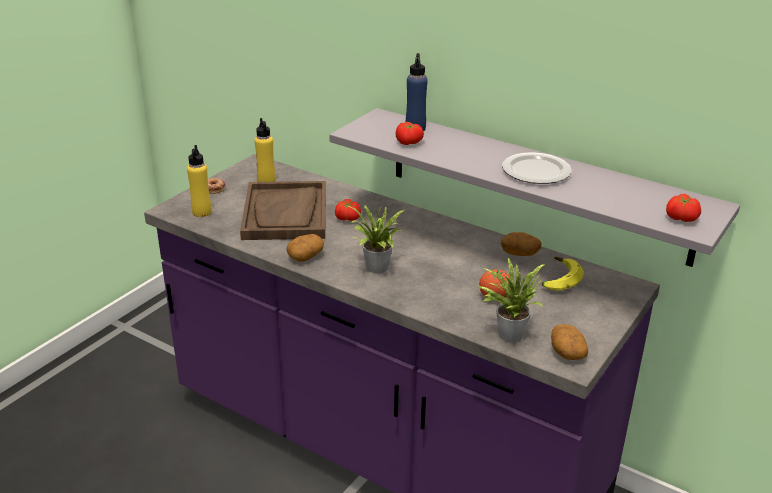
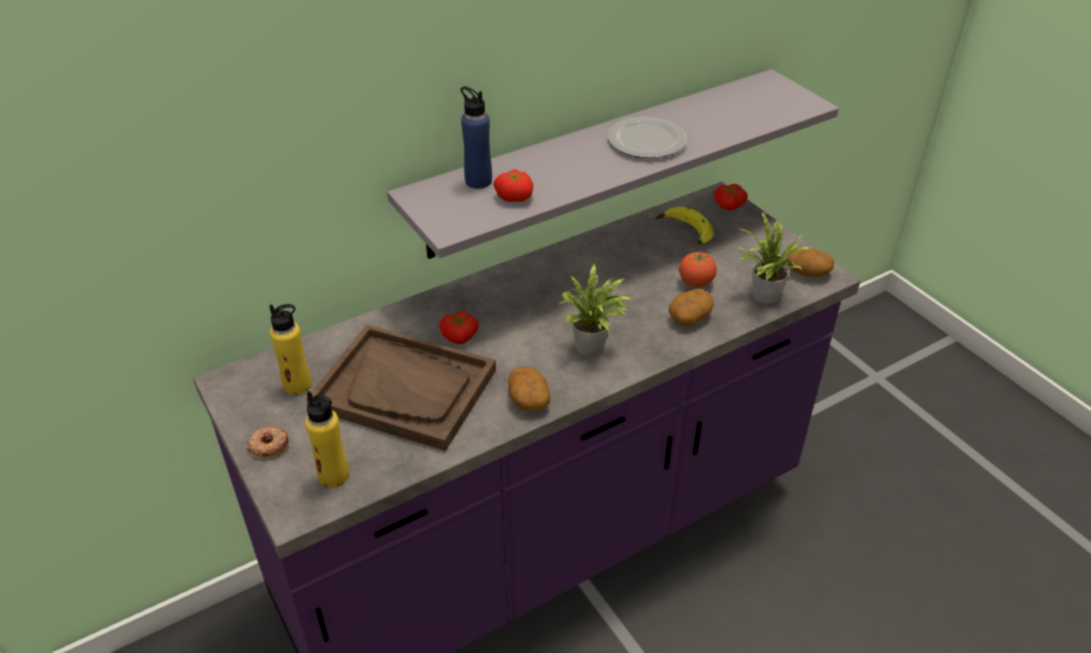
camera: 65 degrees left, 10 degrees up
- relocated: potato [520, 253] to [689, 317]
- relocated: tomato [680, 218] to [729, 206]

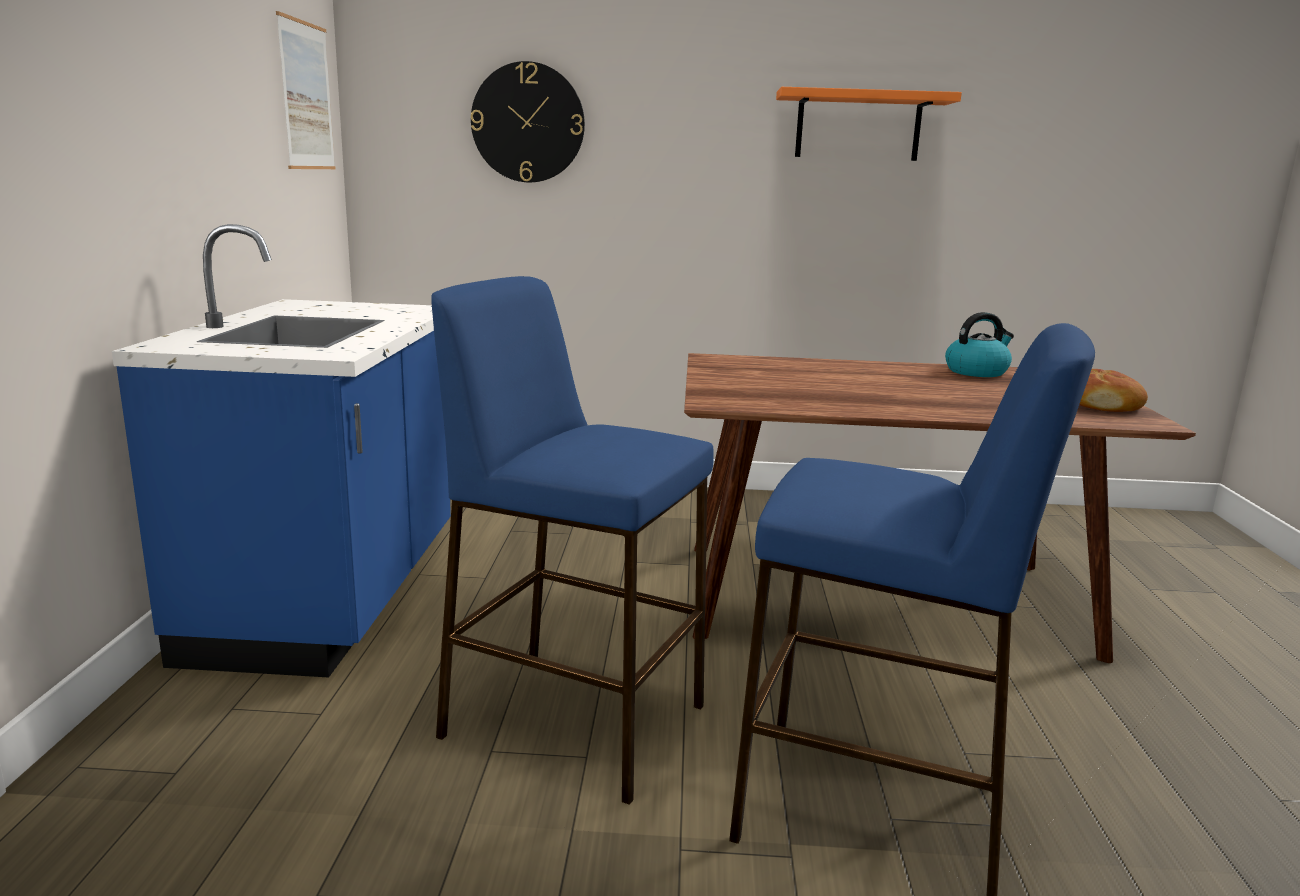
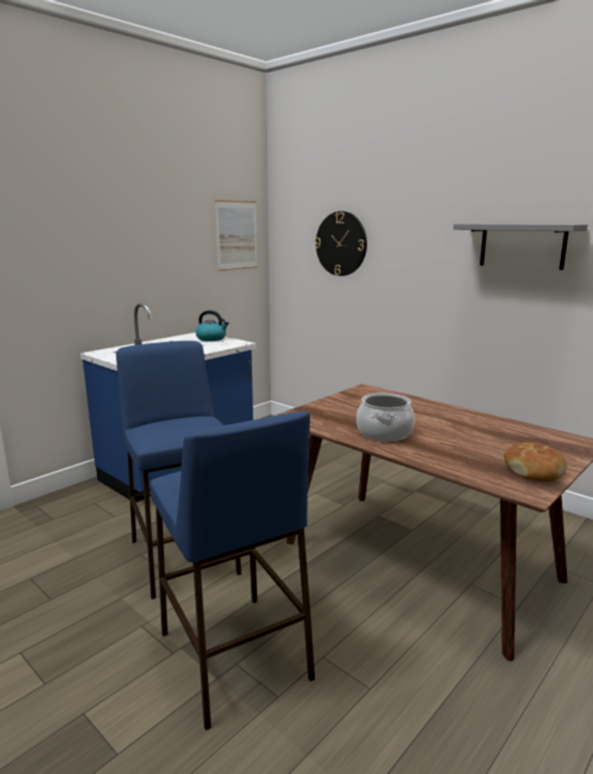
camera: 40 degrees right, 0 degrees up
- appeared: cooking pot [384, 433]
- relocated: tea kettle [976, 371] to [212, 338]
- colour: orange bracket shelf [858, 126] to greyish bracket shelf [522, 245]

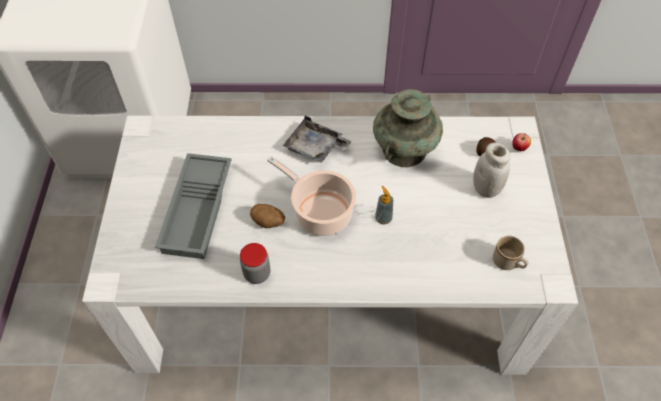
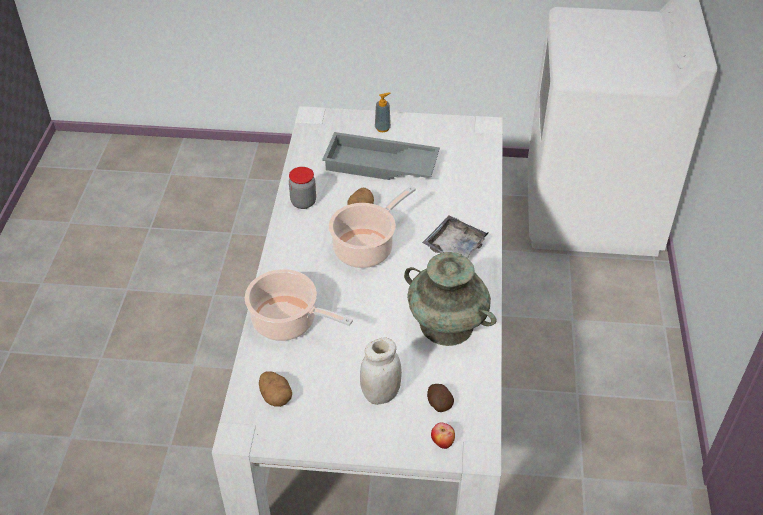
camera: 95 degrees right, 10 degrees down
- appeared: cooking pot [288, 322]
- relocated: soap dispenser [383, 218] to [382, 128]
- exchanged: beige mug [508, 263] to potato [275, 396]

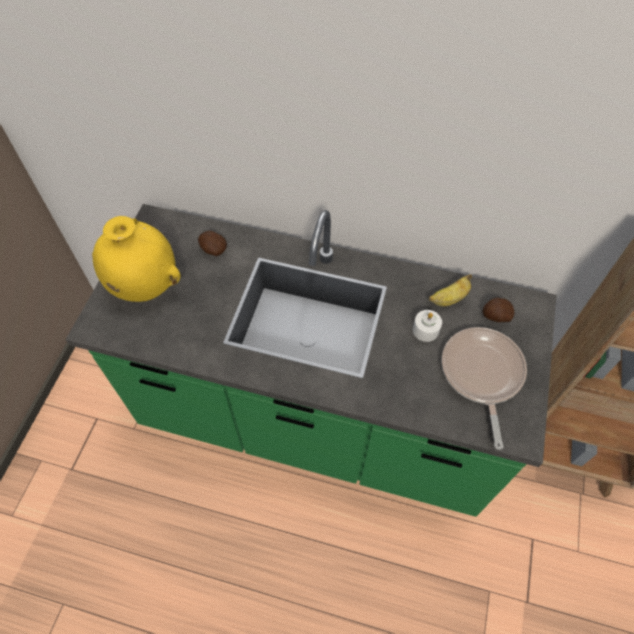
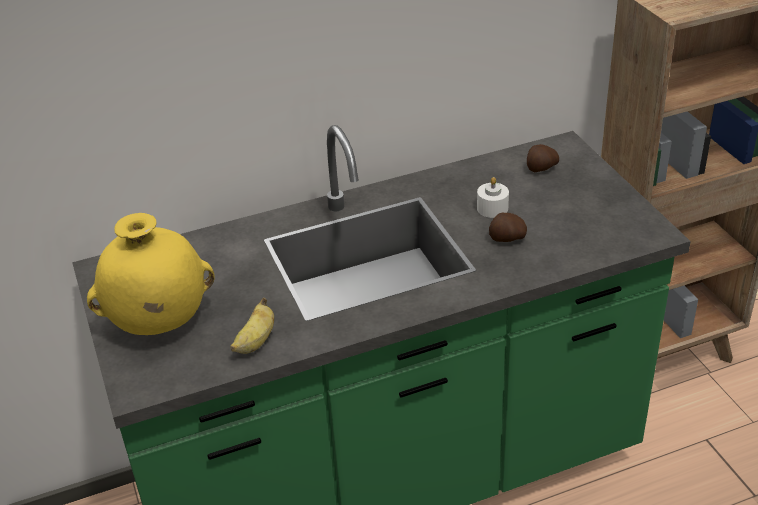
camera: 35 degrees left, 20 degrees down
- missing: pan [481, 375]
- relocated: potato [213, 250] to [507, 239]
- relocated: whole banana [449, 299] to [255, 342]

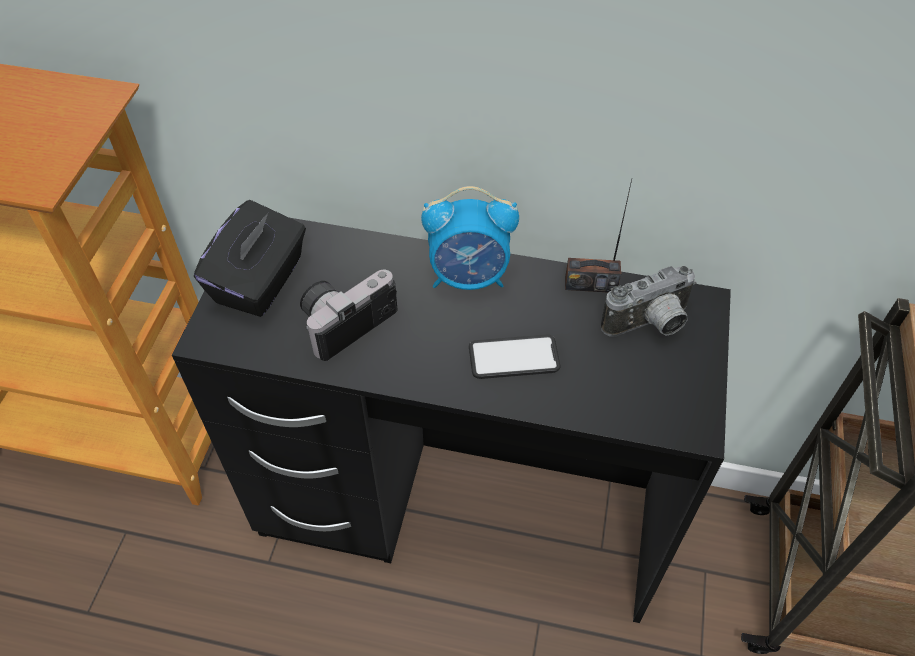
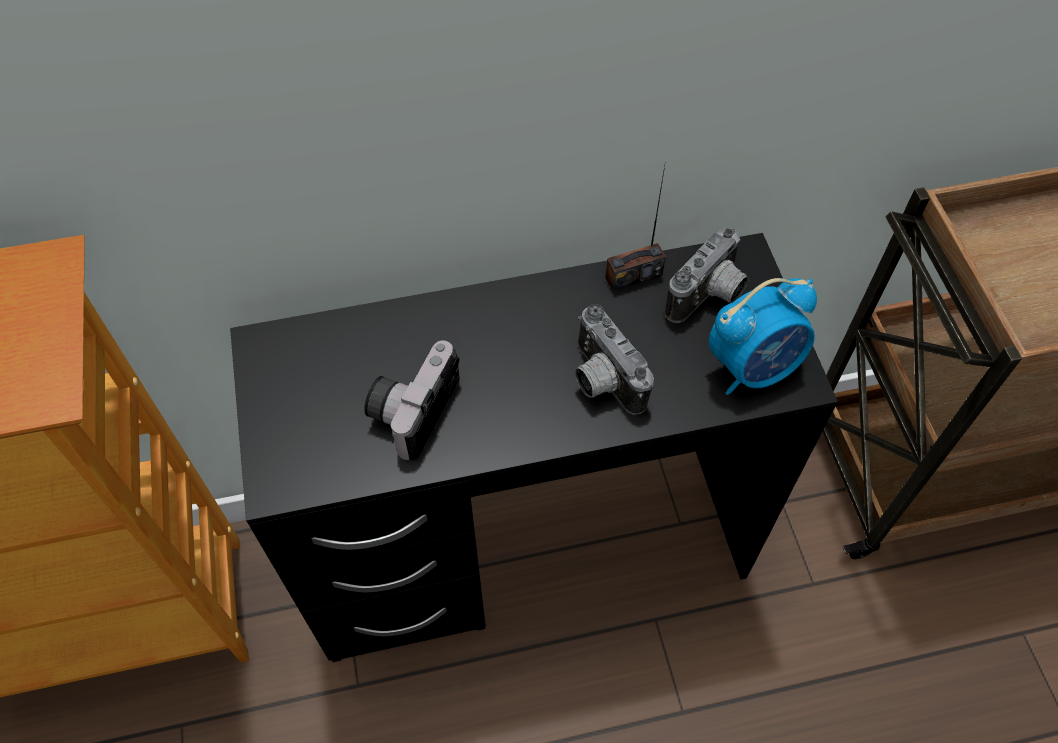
camera: 25 degrees left, 5 degrees up
- missing: blackish tissue holder [261, 281]
- relocated: table clock [469, 276] to [753, 367]
- exchanged: telephone [514, 357] to photo camera [601, 380]

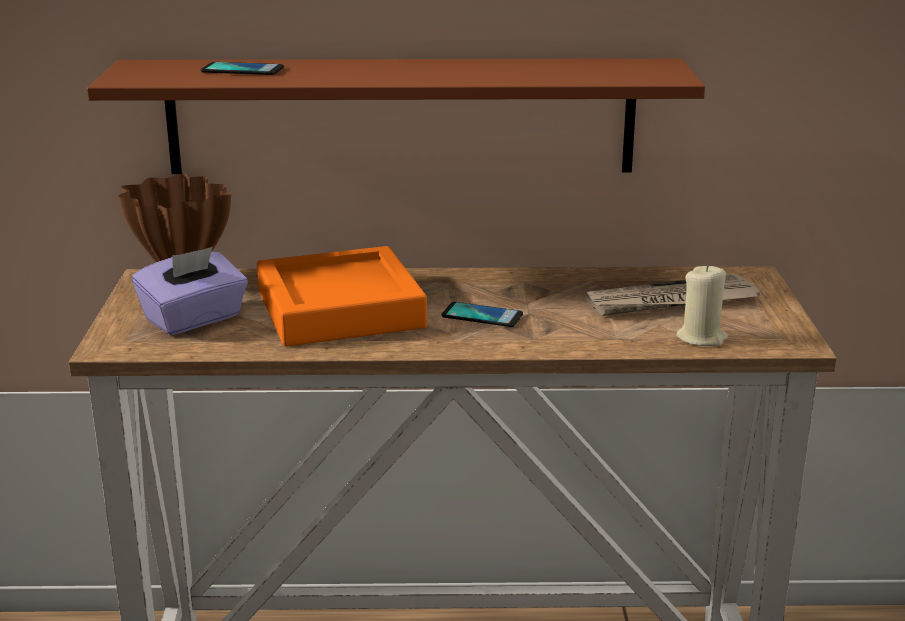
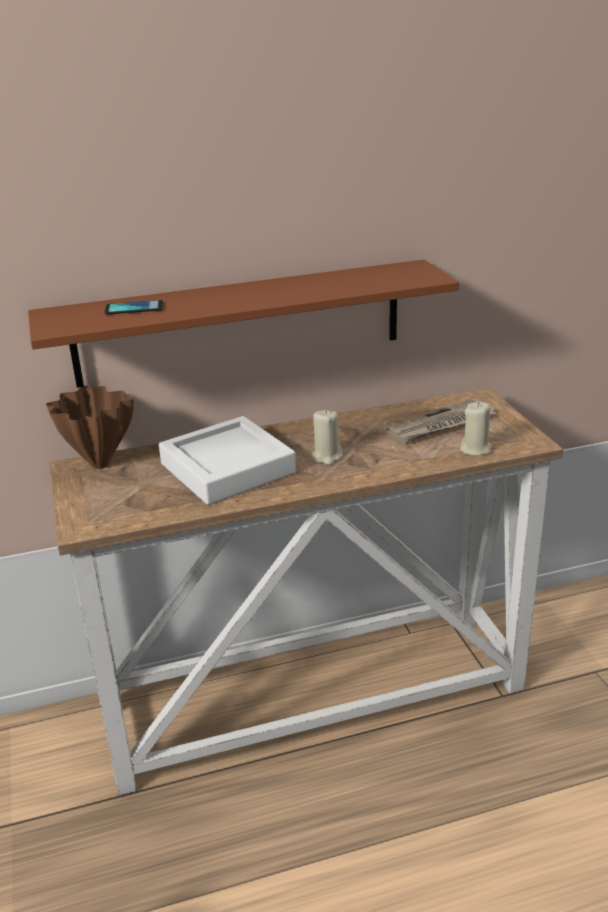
camera: 15 degrees left, 5 degrees up
- missing: purple-coloured tissue holder [194, 319]
- exchanged: telephone [482, 316] to beige wax light [327, 457]
- colour: orange serving tray [340, 309] to white-coloured serving tray [227, 468]

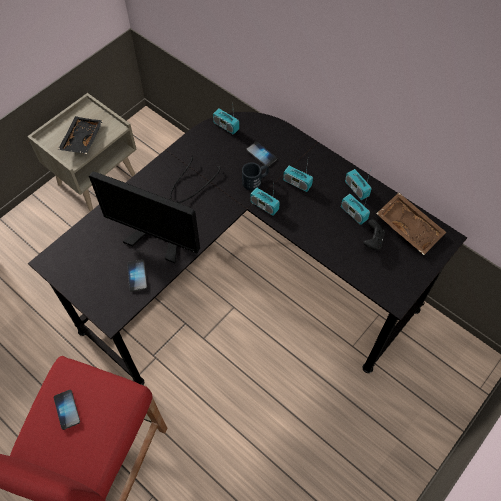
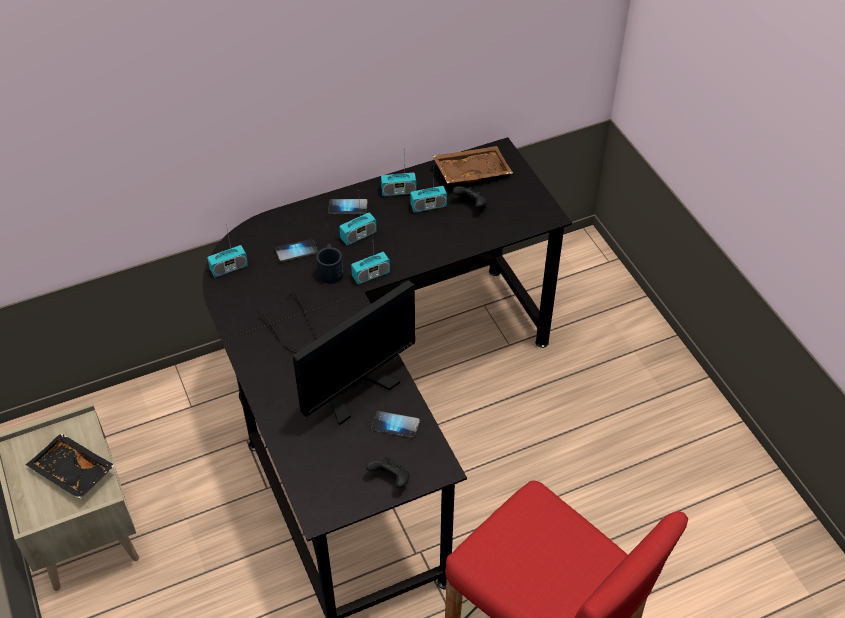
camera: 65 degrees left, 10 degrees down
- appeared: blackish game controller [390, 479]
- relocated: telephone [67, 409] to [348, 207]

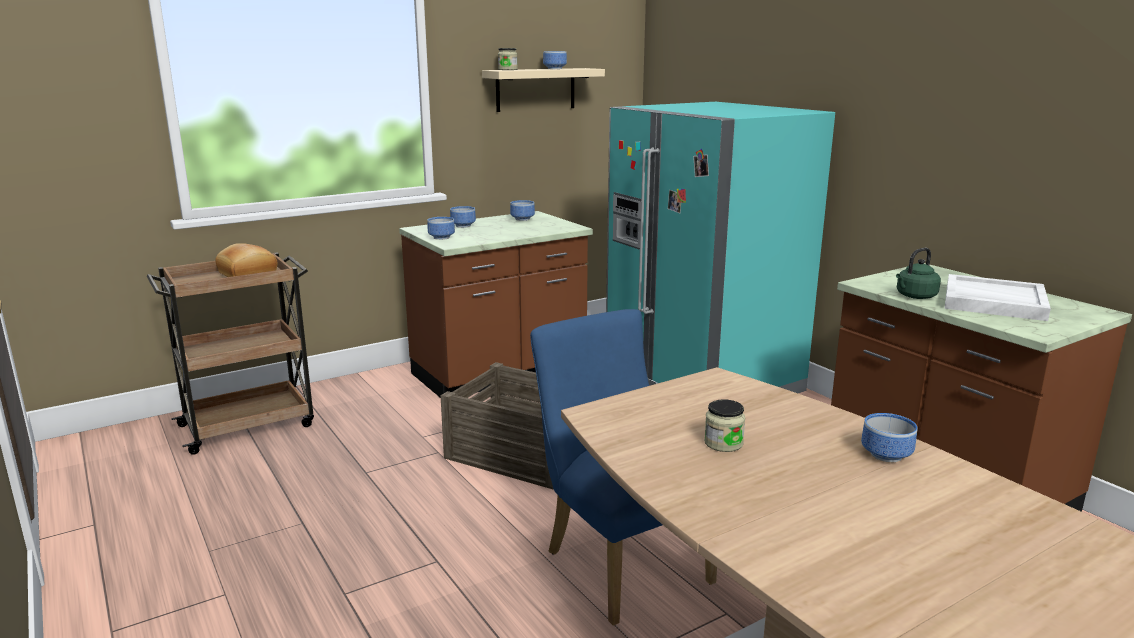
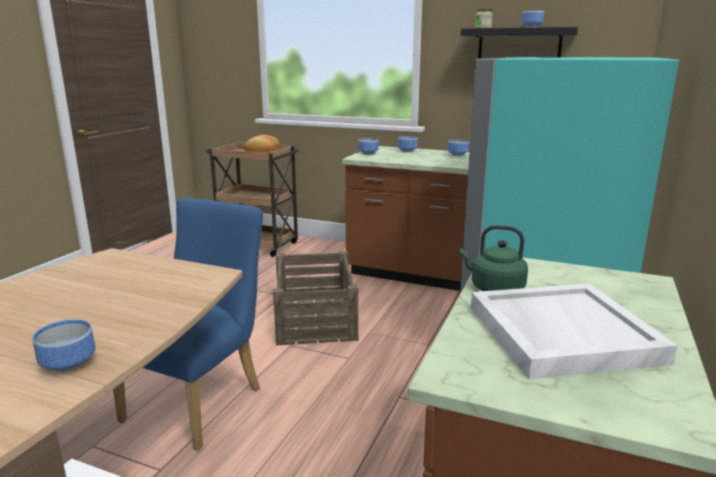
camera: 55 degrees right, 0 degrees up
- missing: preserve jar [723, 443]
- colour: beige bracket shelf [535, 89] to blackish bracket shelf [519, 47]

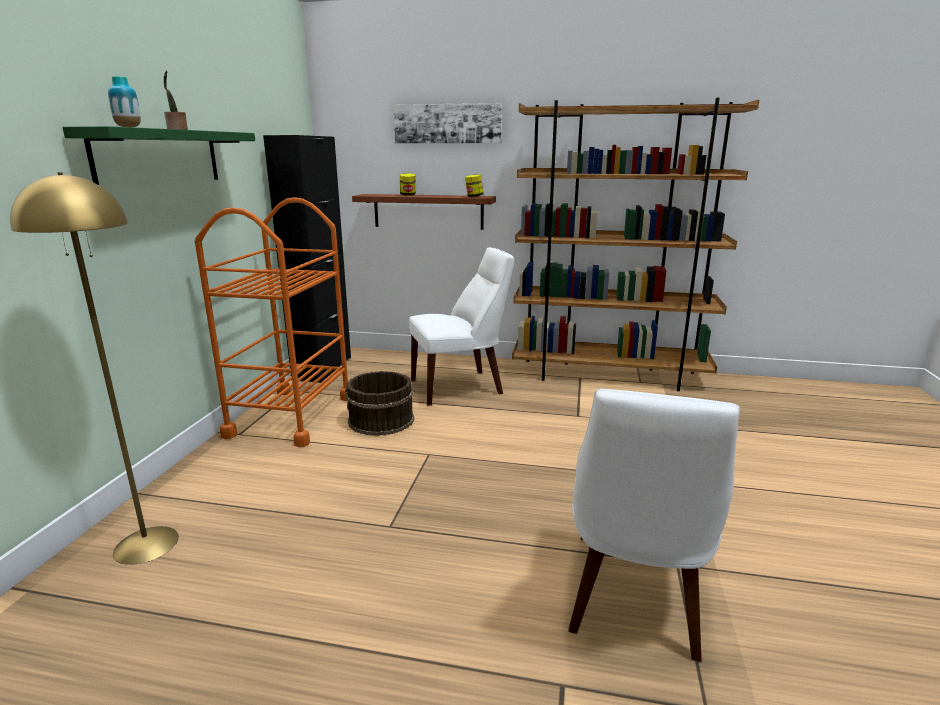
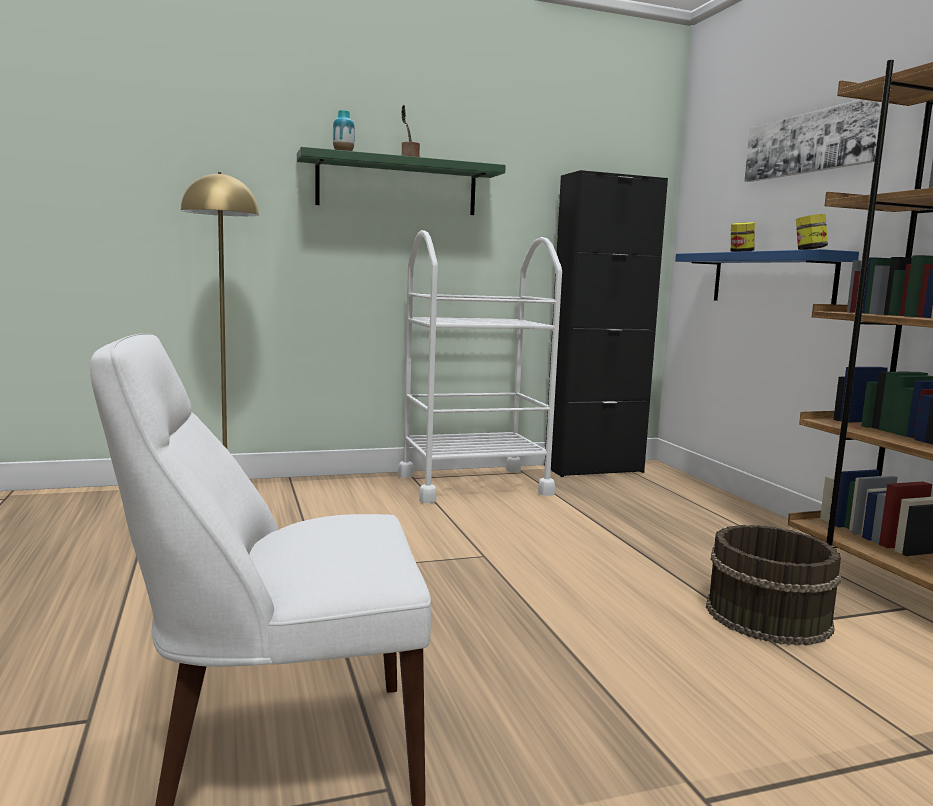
camera: 60 degrees right, 10 degrees down
- missing: white-coloured upright chair [460, 387]
- relocated: brown pail [381, 420] to [766, 616]
- colour: orange cart [291, 416] to white-coloured cart [473, 484]
- colour: brown bracket shelf [428, 211] to blue-coloured bracket shelf [771, 279]

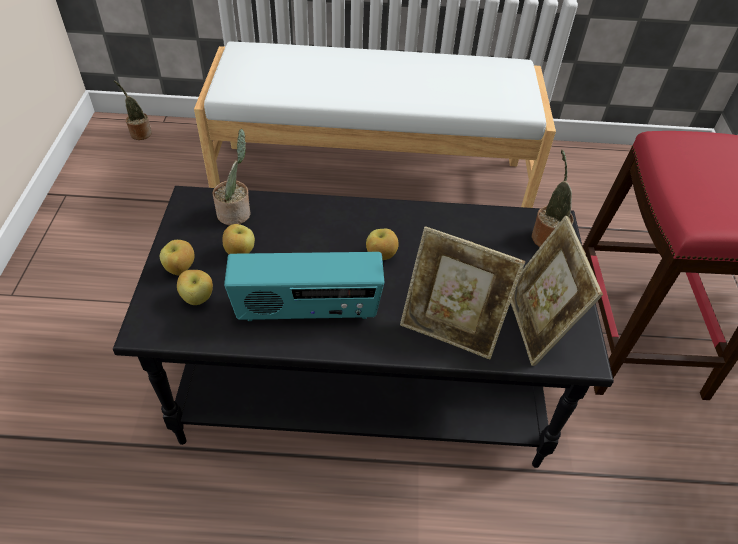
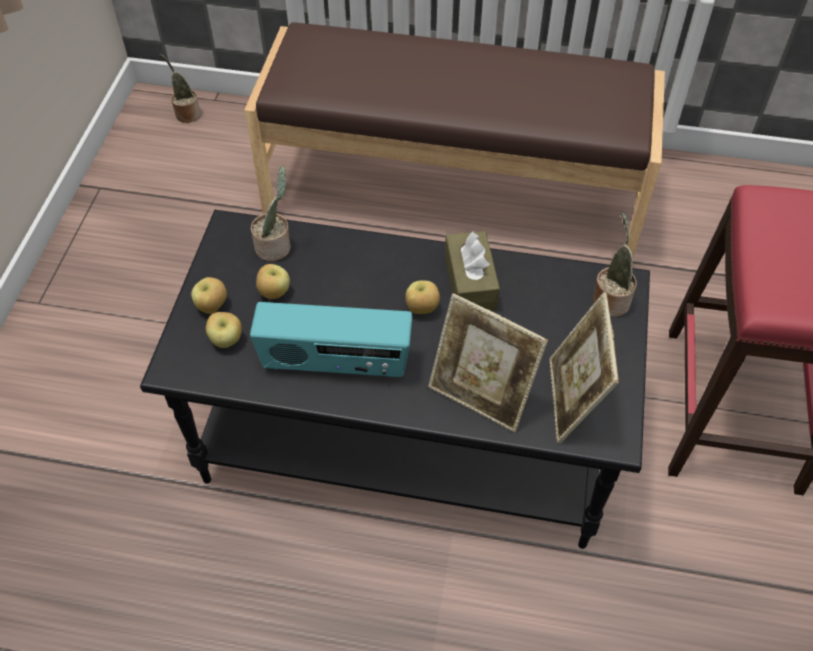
camera: 10 degrees right, 5 degrees up
- appeared: brown tissue holder [470, 282]
- colour: white-coloured long seat [372, 181] to brown long seat [453, 194]

